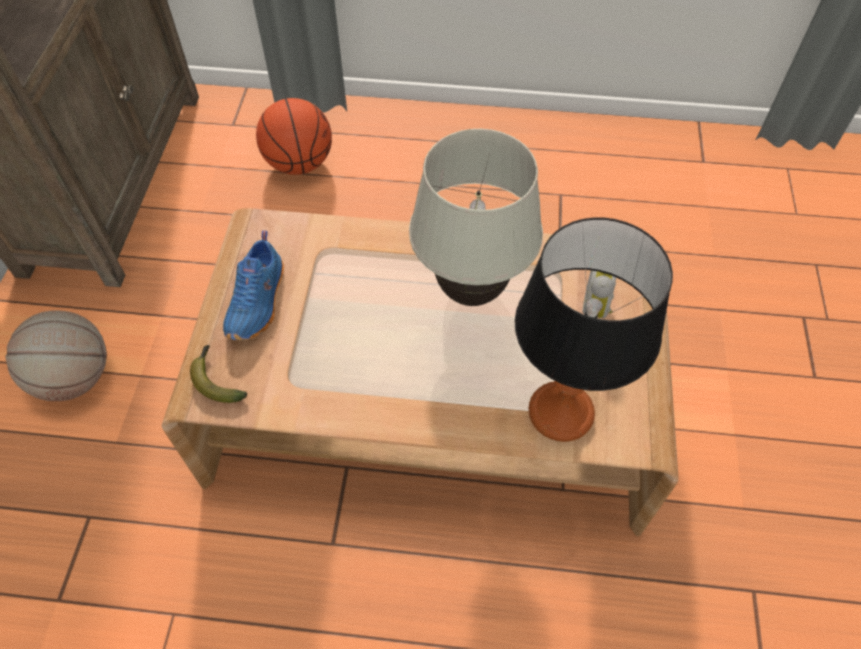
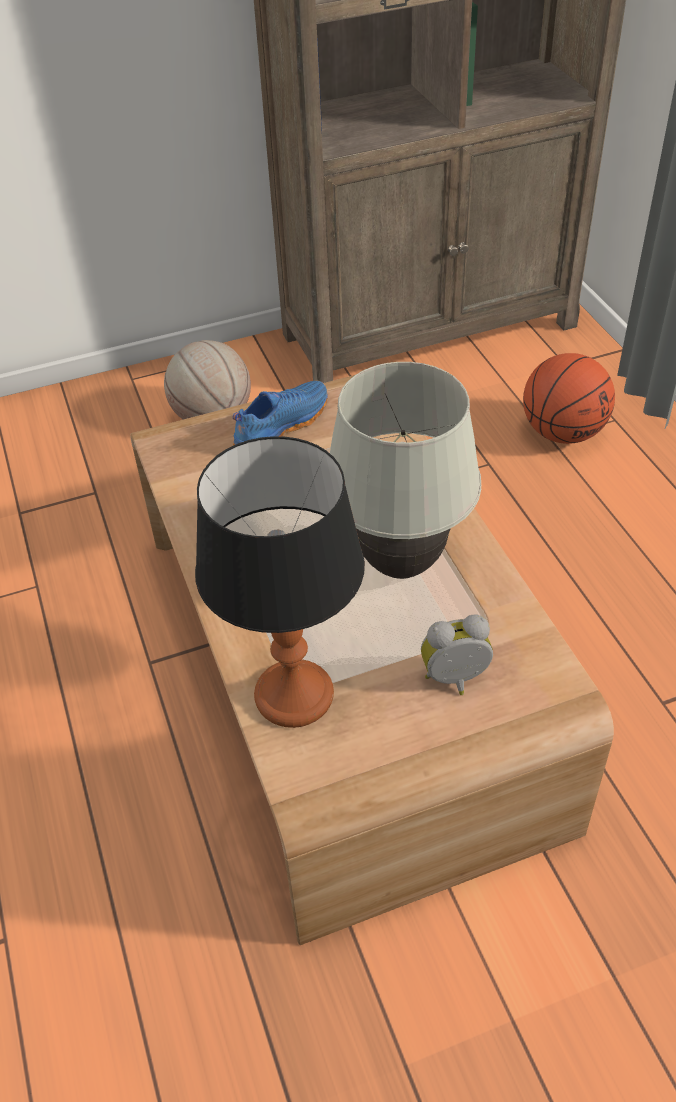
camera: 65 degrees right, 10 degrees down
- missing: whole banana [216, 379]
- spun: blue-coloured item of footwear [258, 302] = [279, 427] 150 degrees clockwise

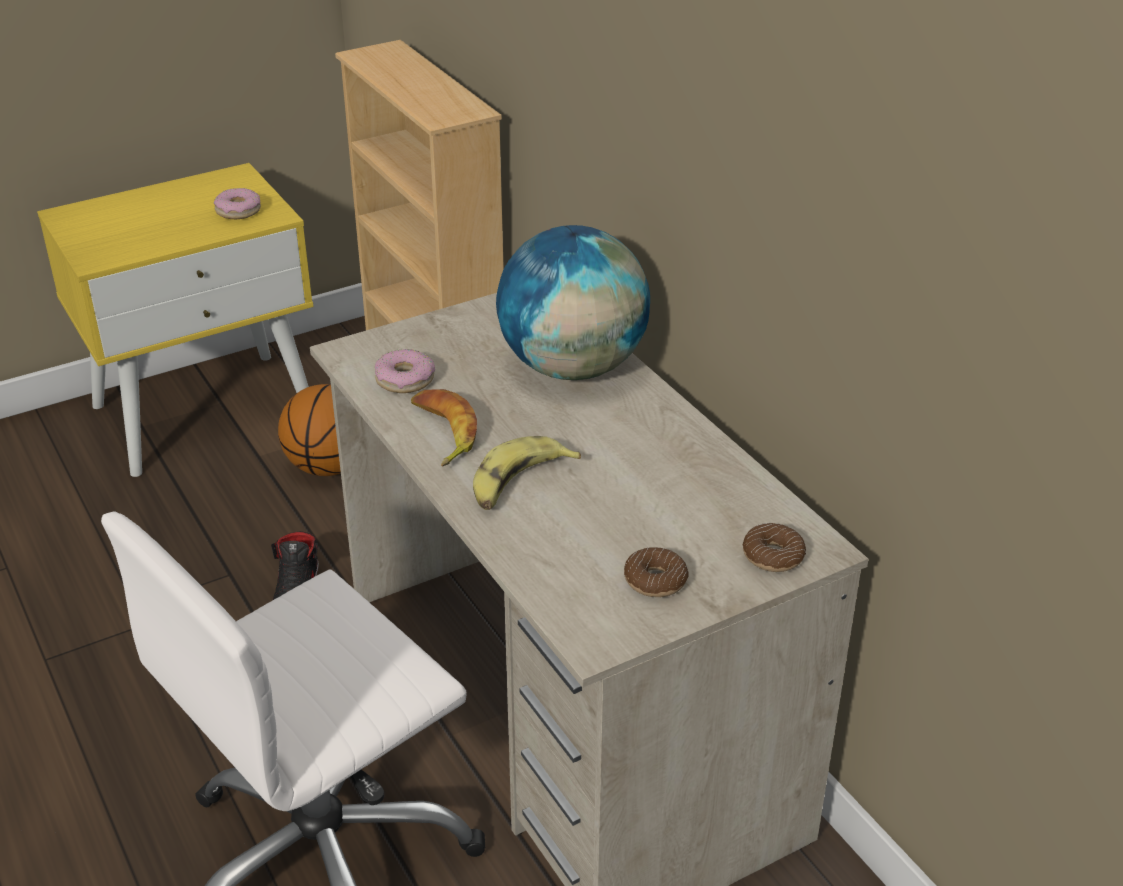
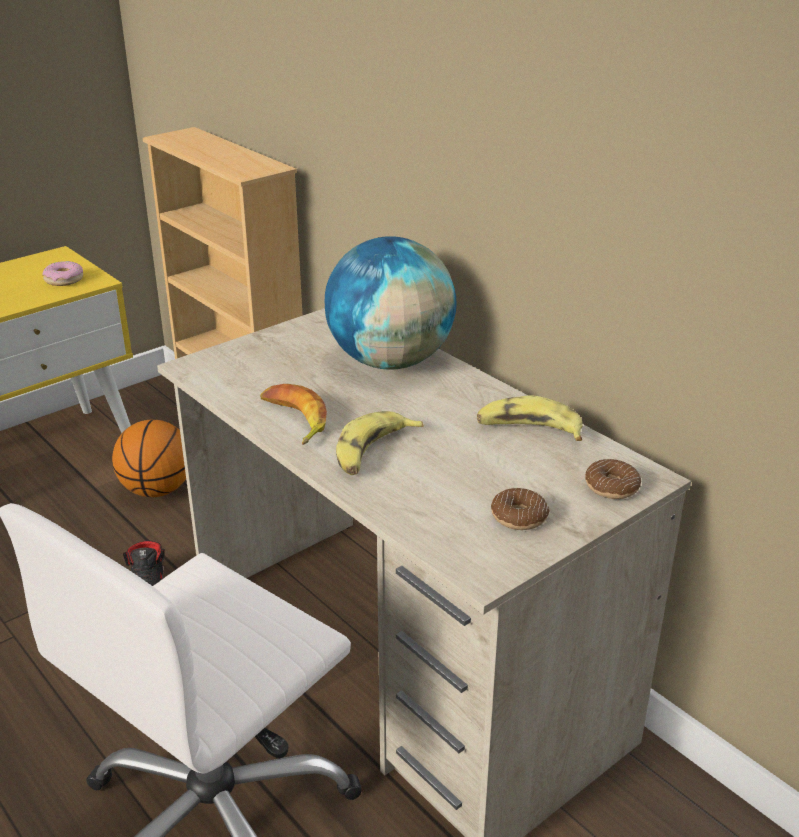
camera: 10 degrees left, 5 degrees down
- missing: doughnut [405, 379]
- appeared: whole banana [528, 430]

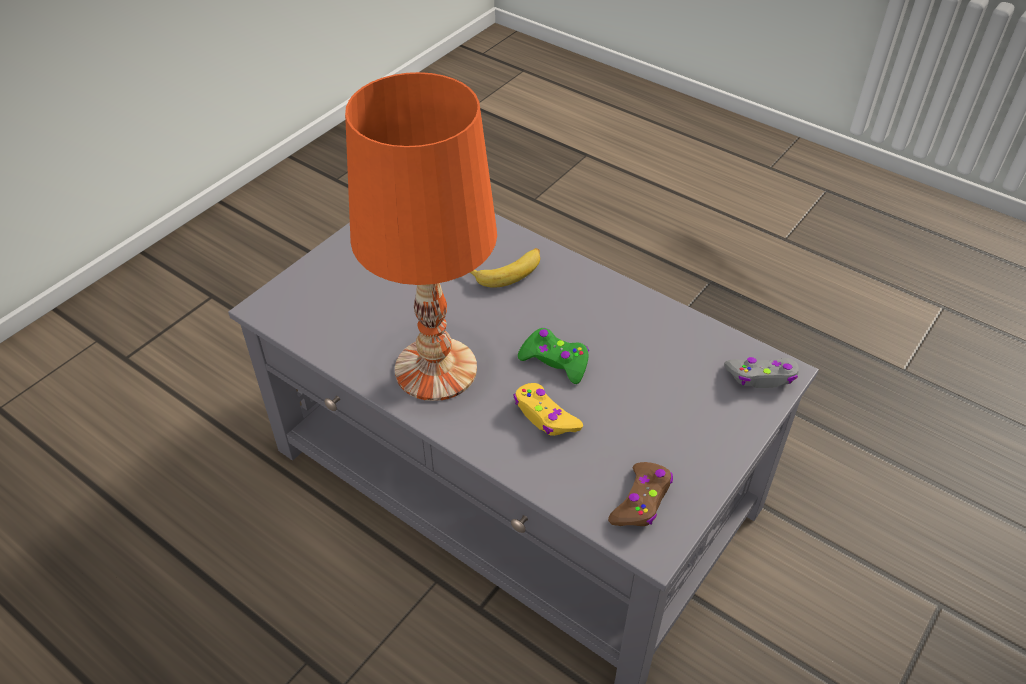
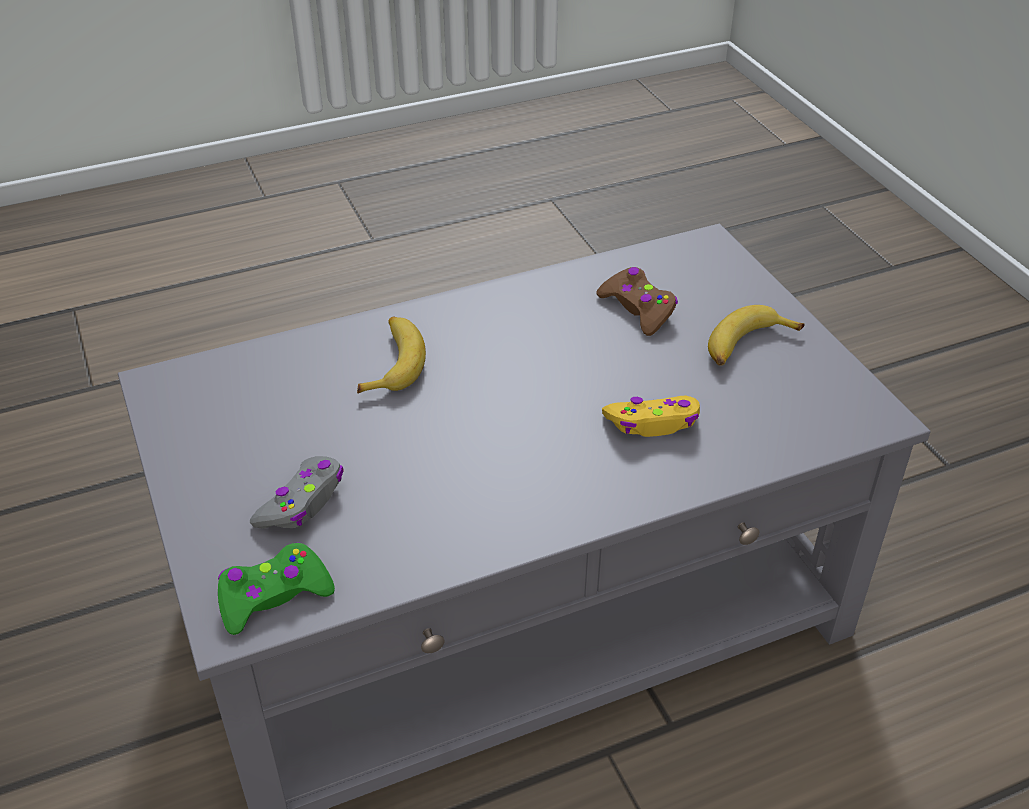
camera: 60 degrees left, 5 degrees down
- missing: orange lamp for a table [434, 369]
- appeared: whole banana [746, 346]
- relocated: green-coloured game controller [555, 361] to [273, 596]
- relocated: brown game controller [641, 501] to [638, 309]
- relocated: greyish game controller [761, 377] to [302, 502]

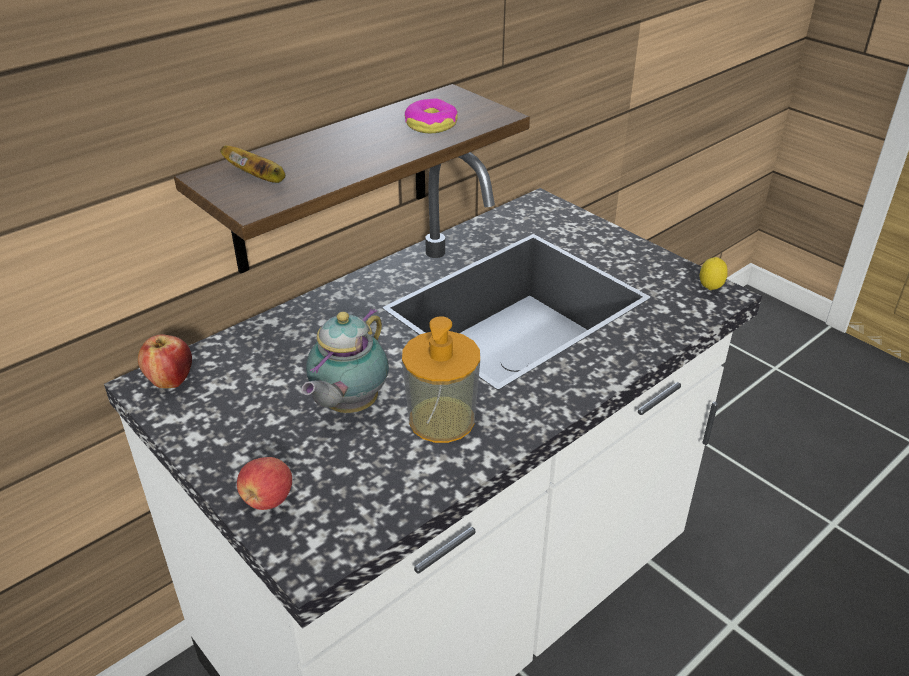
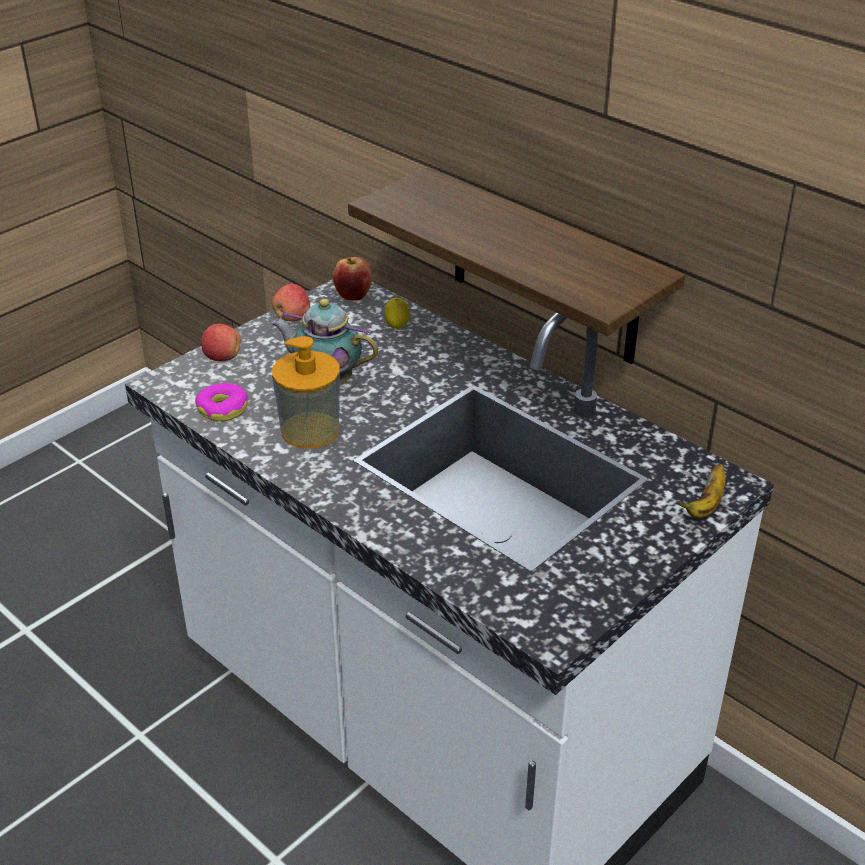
camera: 85 degrees right, 0 degrees up
- appeared: apple fruit [292, 318]
- relocated: whole banana [259, 179] to [705, 505]
- relocated: doughnut [431, 125] to [223, 409]
- relocated: citrus fruit [710, 289] to [397, 329]

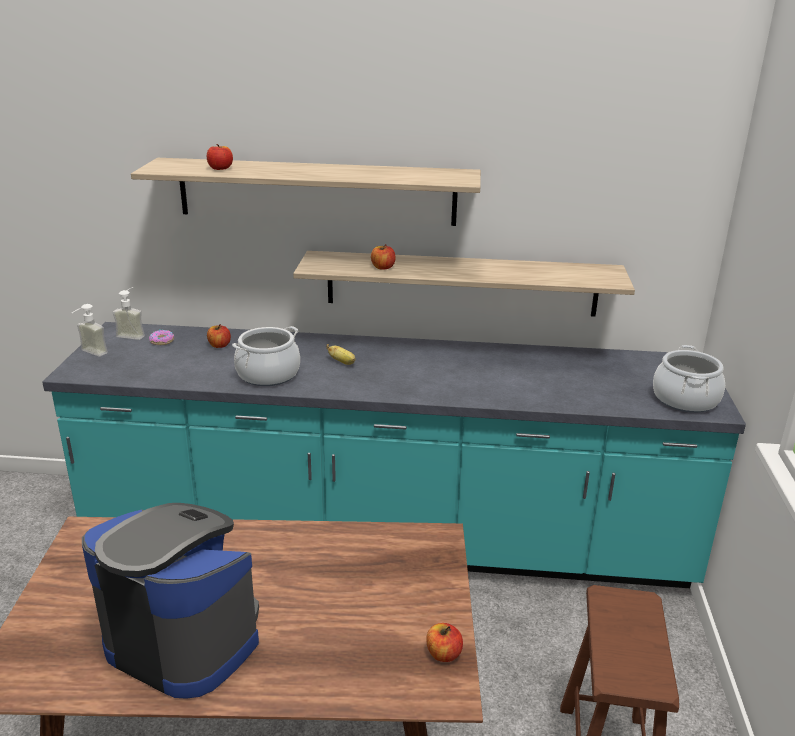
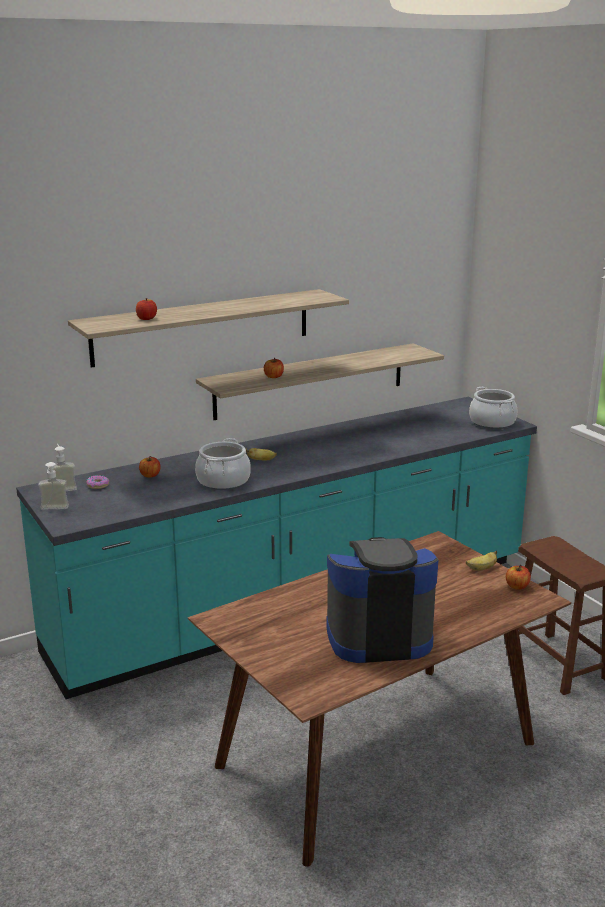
camera: 35 degrees left, 5 degrees down
- appeared: whole banana [482, 569]

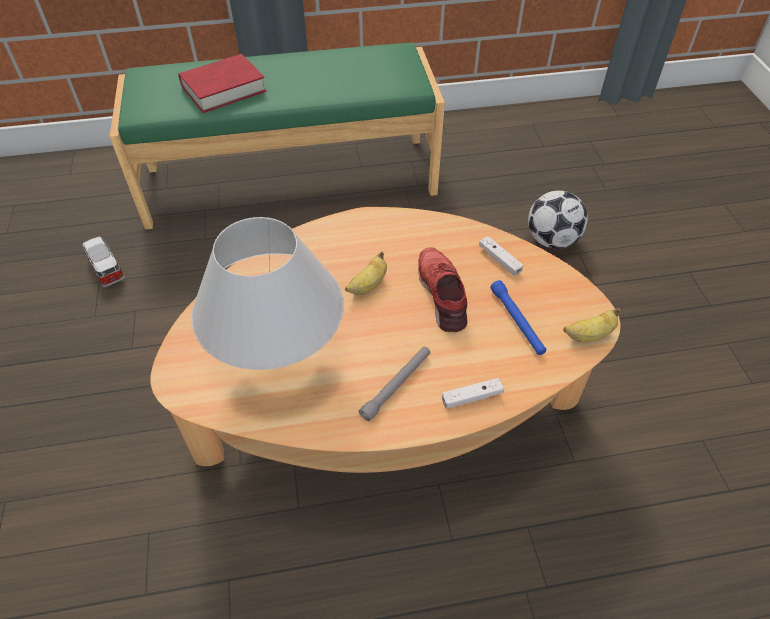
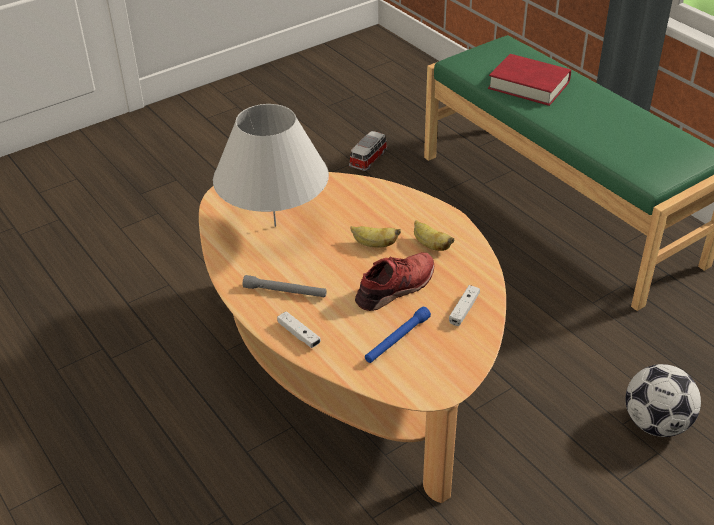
camera: 65 degrees right, 10 degrees down
- relocated: whole banana [589, 335] to [430, 245]

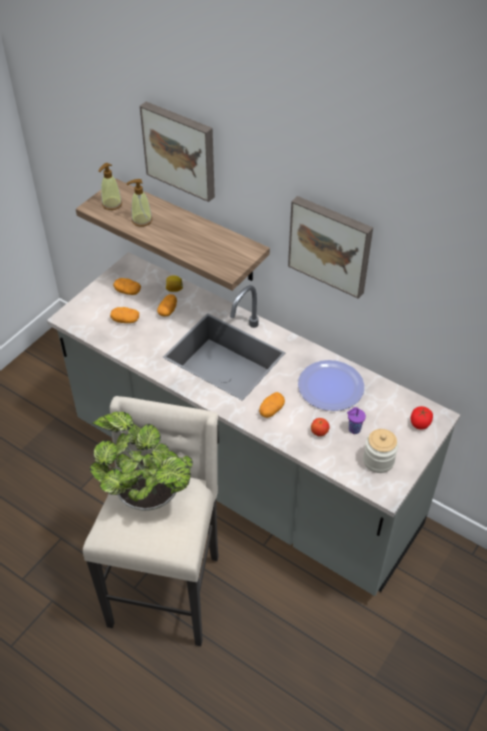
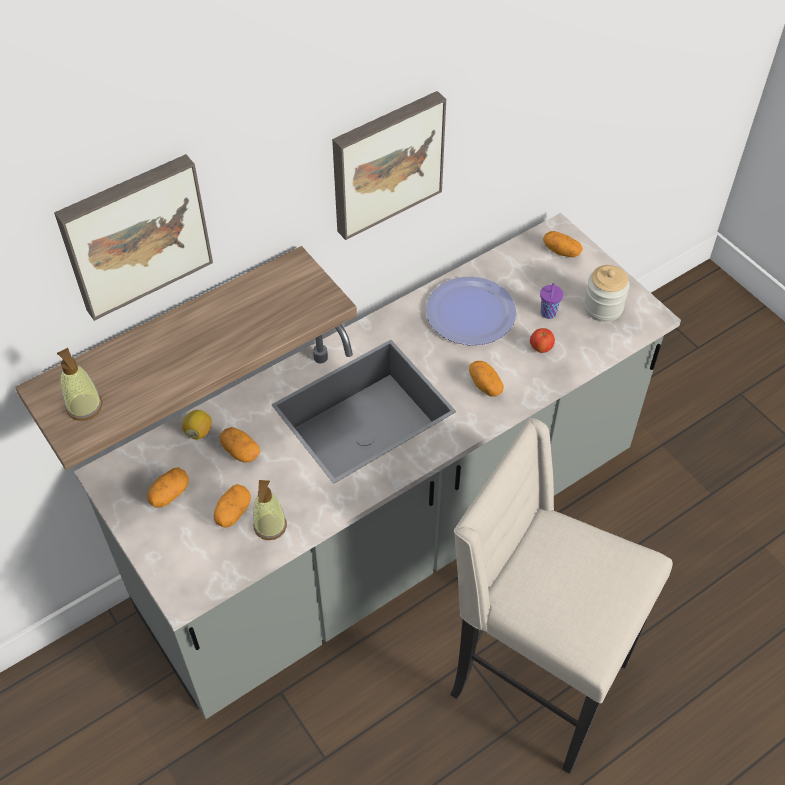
camera: 70 degrees left, 5 degrees up
- missing: houseplant [145, 493]
- relocated: soap dispenser [141, 220] to [270, 526]
- exchanged: tomato [420, 423] to potato [561, 251]

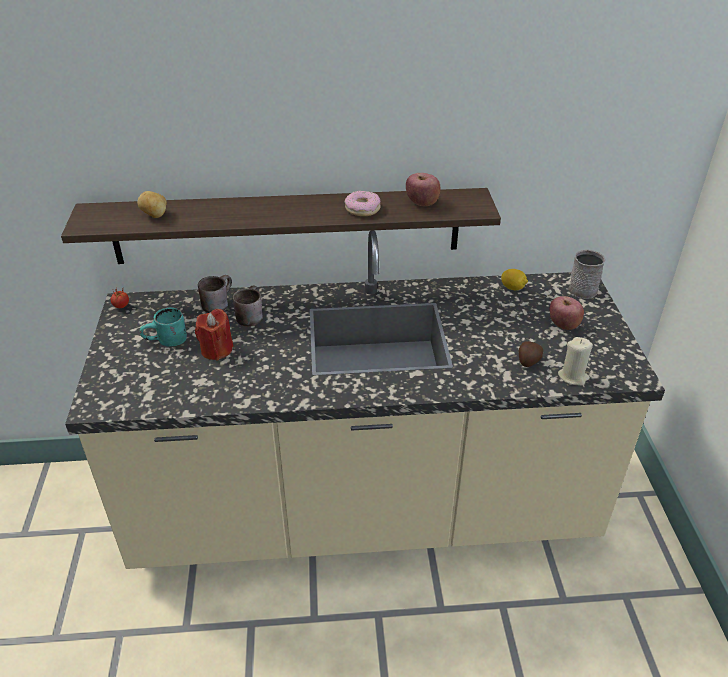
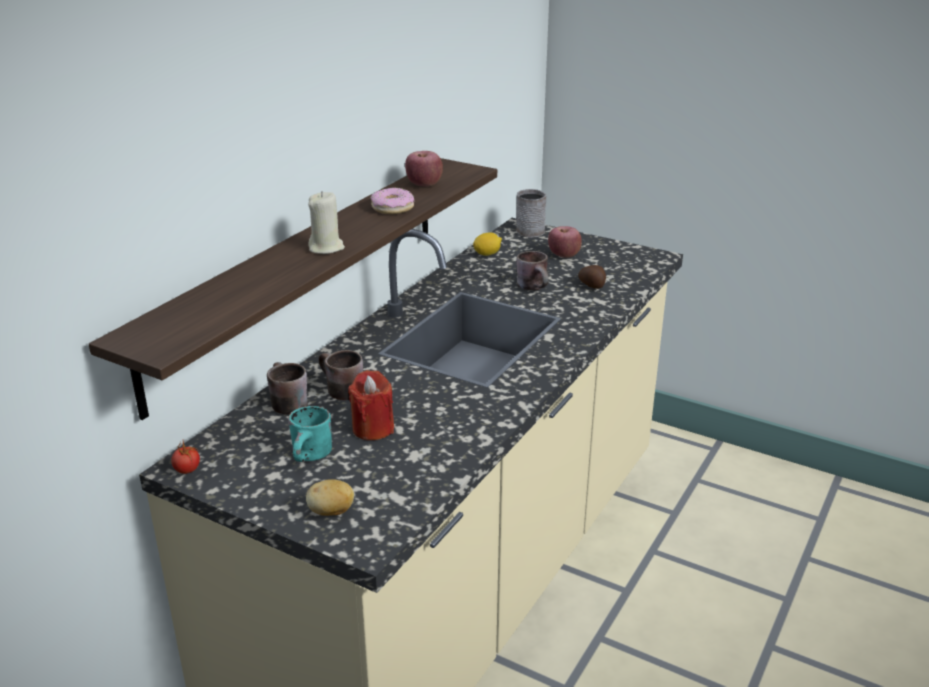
camera: 55 degrees left, 10 degrees down
- appeared: brown mug [536, 287]
- relocated: potato [155, 215] to [331, 512]
- relocated: beige wax light [573, 376] to [326, 248]

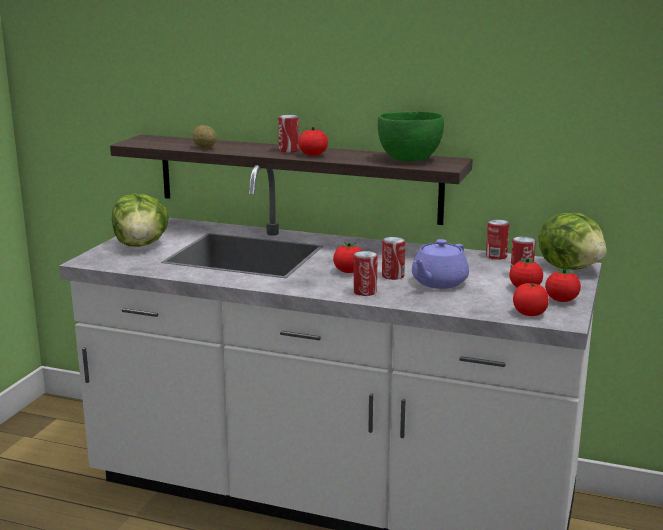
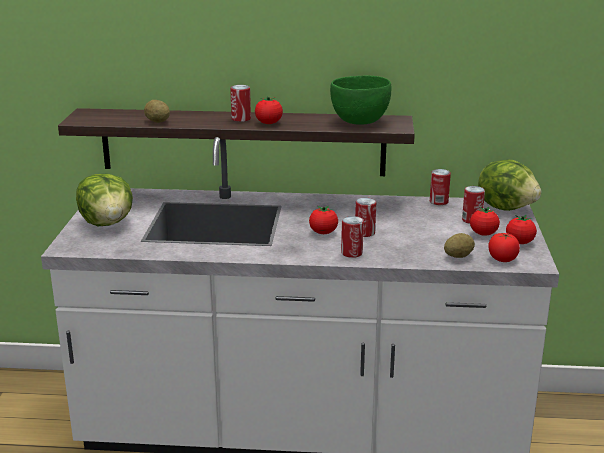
camera: 15 degrees left, 5 degrees up
- missing: purple-coloured teapot [438, 283]
- appeared: potato [458, 256]

